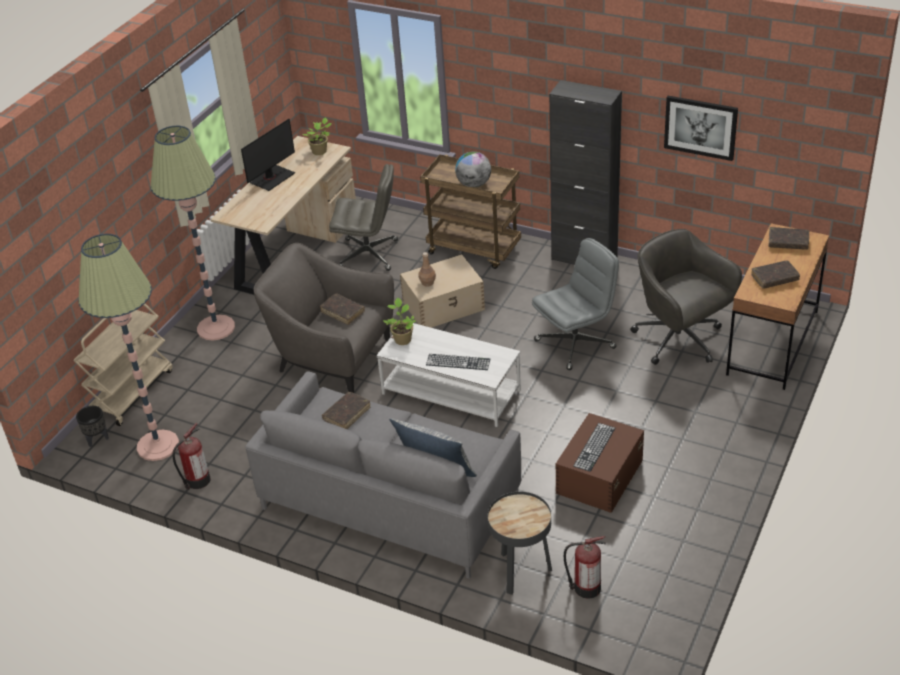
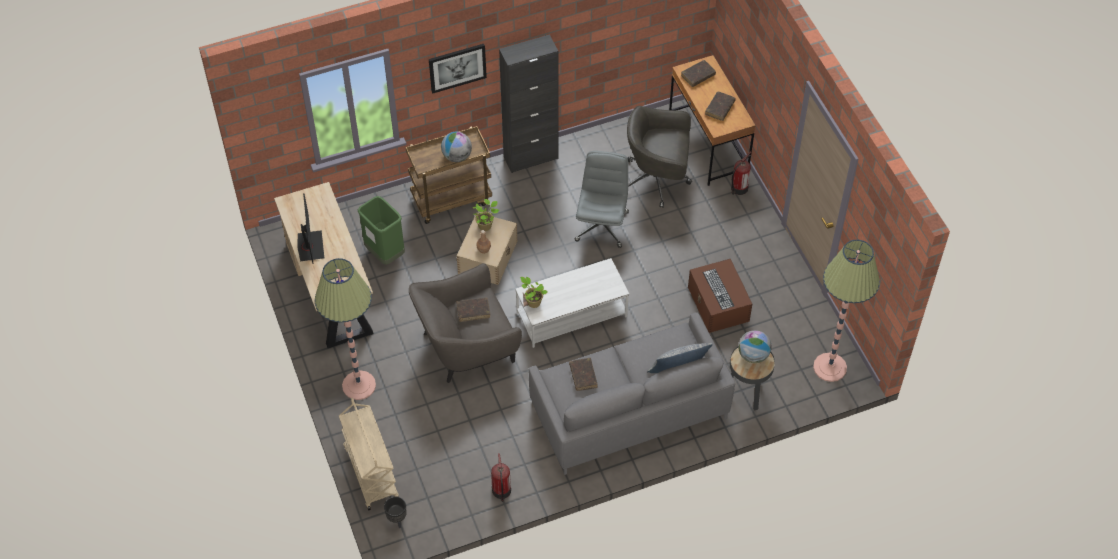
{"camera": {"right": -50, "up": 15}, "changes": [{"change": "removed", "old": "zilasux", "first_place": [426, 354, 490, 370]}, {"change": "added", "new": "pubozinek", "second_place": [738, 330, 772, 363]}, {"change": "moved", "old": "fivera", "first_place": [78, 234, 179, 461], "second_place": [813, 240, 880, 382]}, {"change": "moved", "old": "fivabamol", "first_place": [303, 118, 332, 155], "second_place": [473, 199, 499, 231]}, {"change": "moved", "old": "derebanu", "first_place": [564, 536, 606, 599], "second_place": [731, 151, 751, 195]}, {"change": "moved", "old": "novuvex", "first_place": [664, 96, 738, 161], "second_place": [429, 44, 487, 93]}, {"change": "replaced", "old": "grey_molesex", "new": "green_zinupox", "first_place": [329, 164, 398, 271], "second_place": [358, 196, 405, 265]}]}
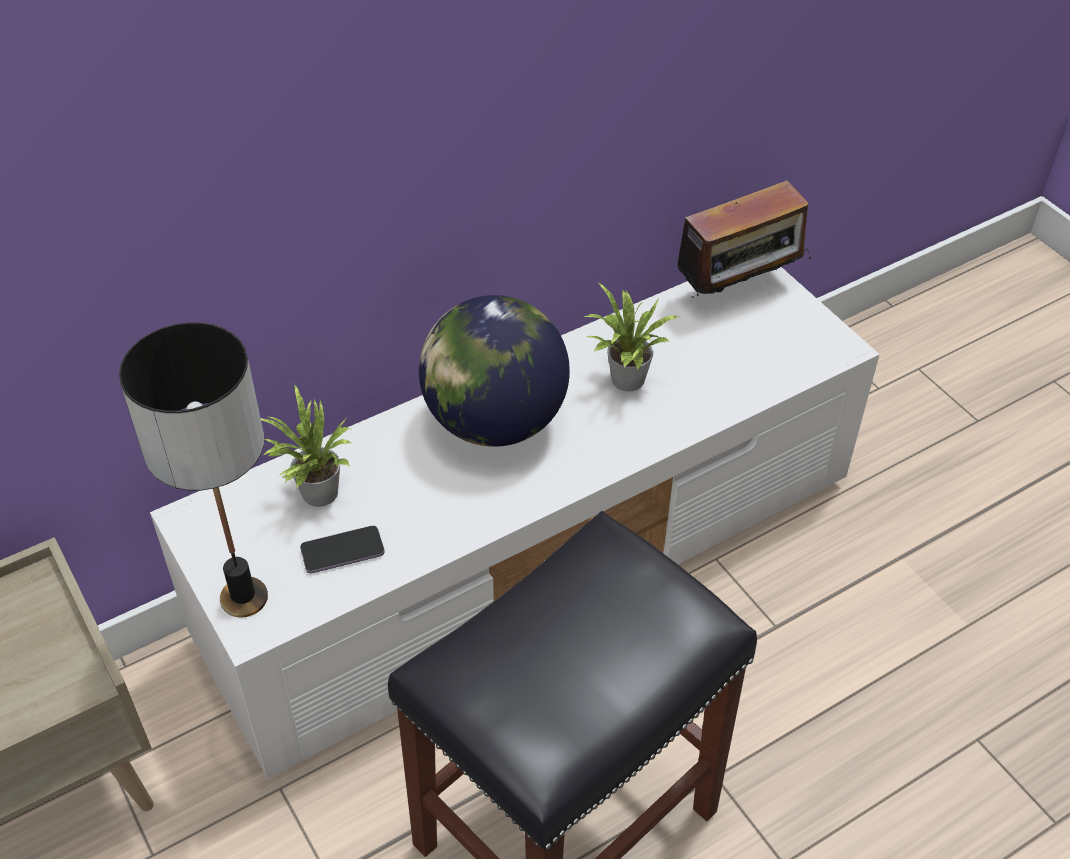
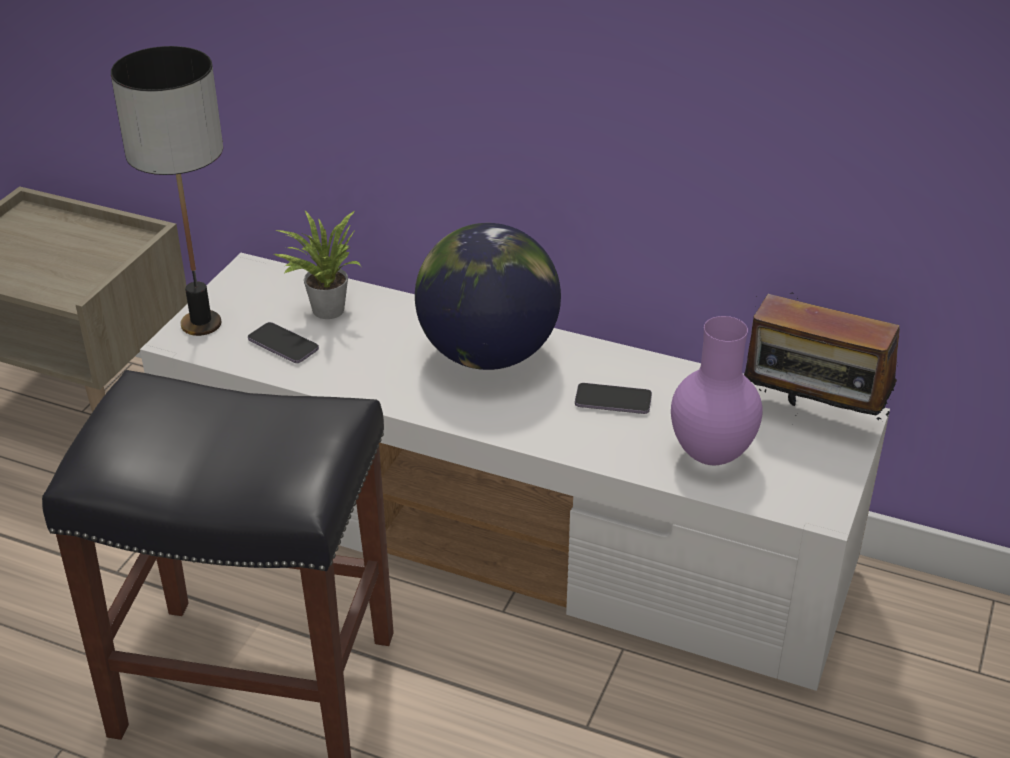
{"camera": {"right": 55, "up": -10}, "changes": [{"change": "added", "new": "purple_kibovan", "second_place": [671, 316, 763, 465]}, {"change": "replaced", "old": "fivabamol", "new": "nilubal", "first_place": [584, 283, 679, 392], "second_place": [575, 383, 652, 414]}]}
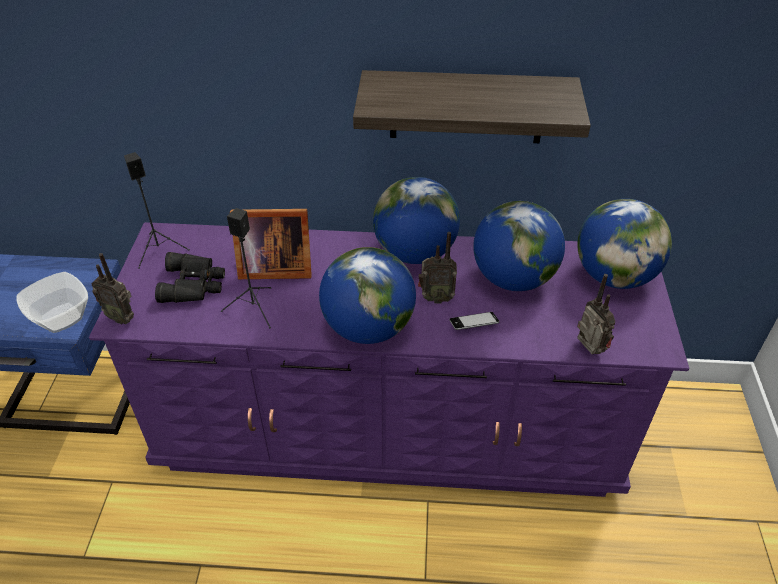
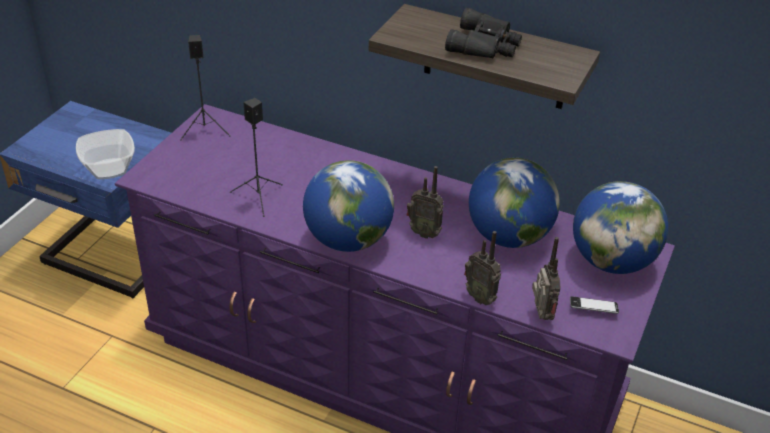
{"camera": {"right": 20, "up": -5}, "changes": [{"change": "removed", "old": "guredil", "first_place": [230, 209, 312, 279]}, {"change": "removed", "old": "pubozinek", "first_place": [373, 177, 460, 264]}, {"change": "moved", "old": "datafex", "first_place": [91, 253, 134, 324], "second_place": [464, 231, 501, 305]}, {"change": "moved", "old": "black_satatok", "first_place": [155, 252, 225, 303], "second_place": [445, 8, 522, 58]}, {"change": "moved", "old": "nilubal", "first_place": [449, 312, 499, 330], "second_place": [570, 296, 619, 314]}]}
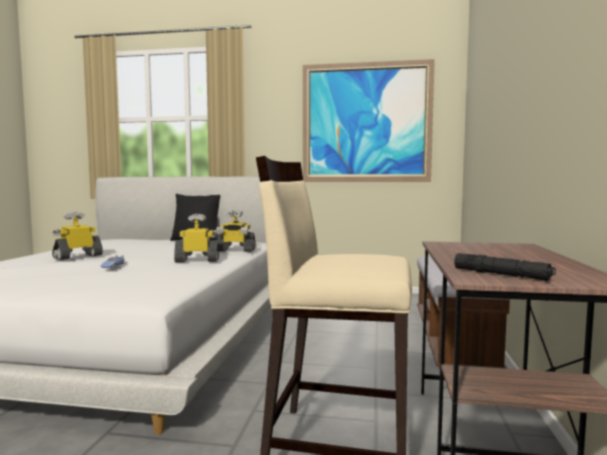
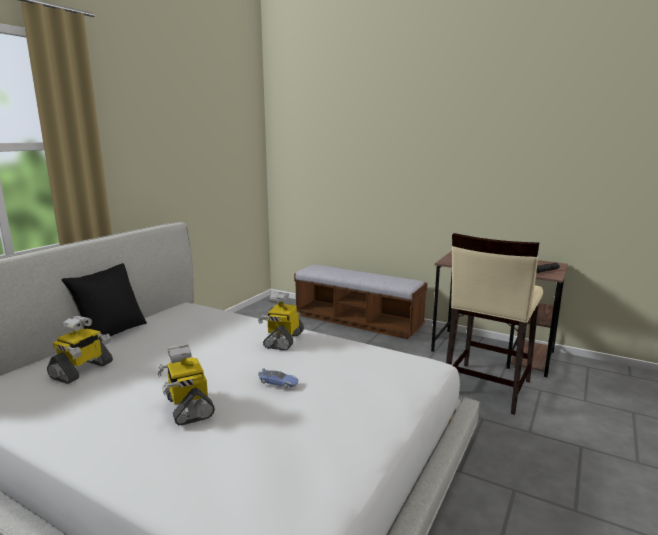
{"camera": {"right": -70, "up": 10}, "changes": [{"change": "removed", "old": "novuvex", "first_place": [303, 59, 435, 182]}, {"change": "moved", "old": "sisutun", "first_place": [216, 210, 256, 252], "second_place": [47, 316, 113, 384]}]}
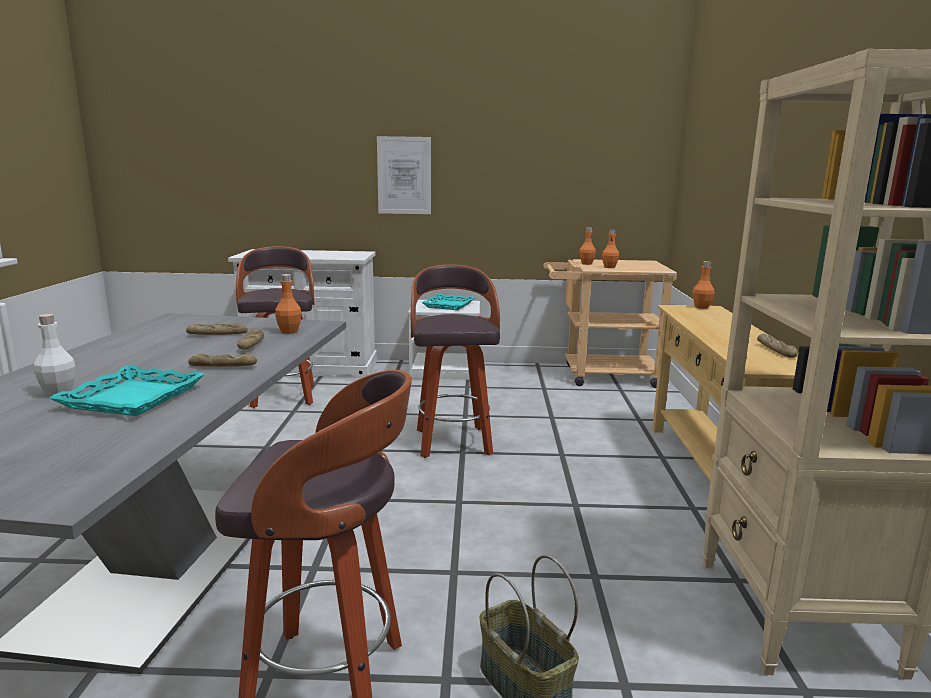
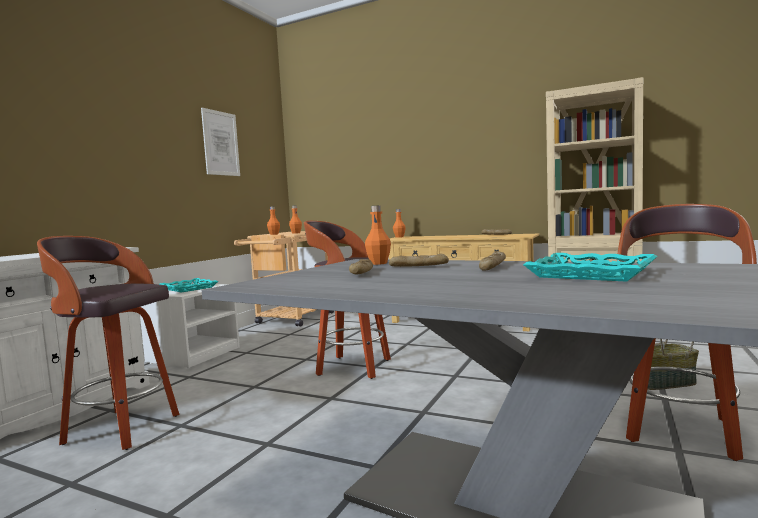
{"camera": {"right": -65, "up": -10}, "changes": [{"change": "removed", "old": "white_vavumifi", "first_place": [34, 314, 75, 396]}, {"change": "moved", "old": "novuvex", "first_place": [377, 136, 431, 214], "second_place": [201, 108, 240, 176]}]}
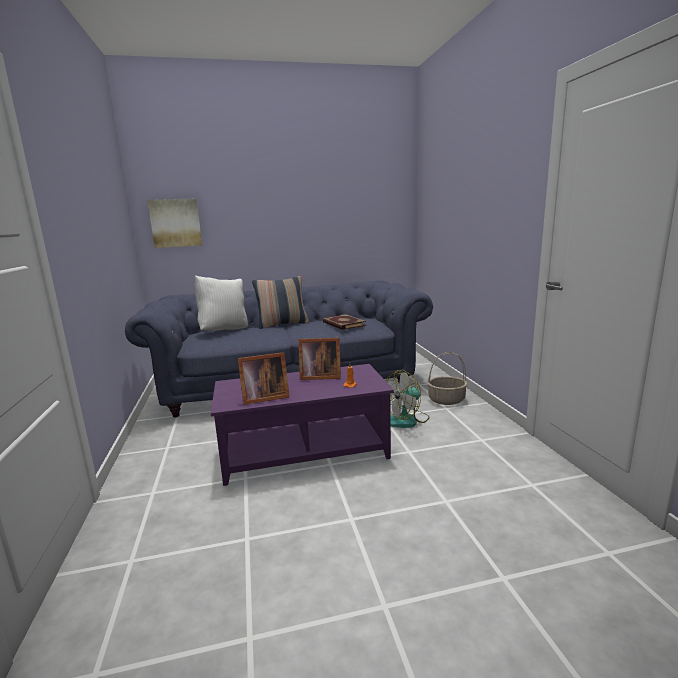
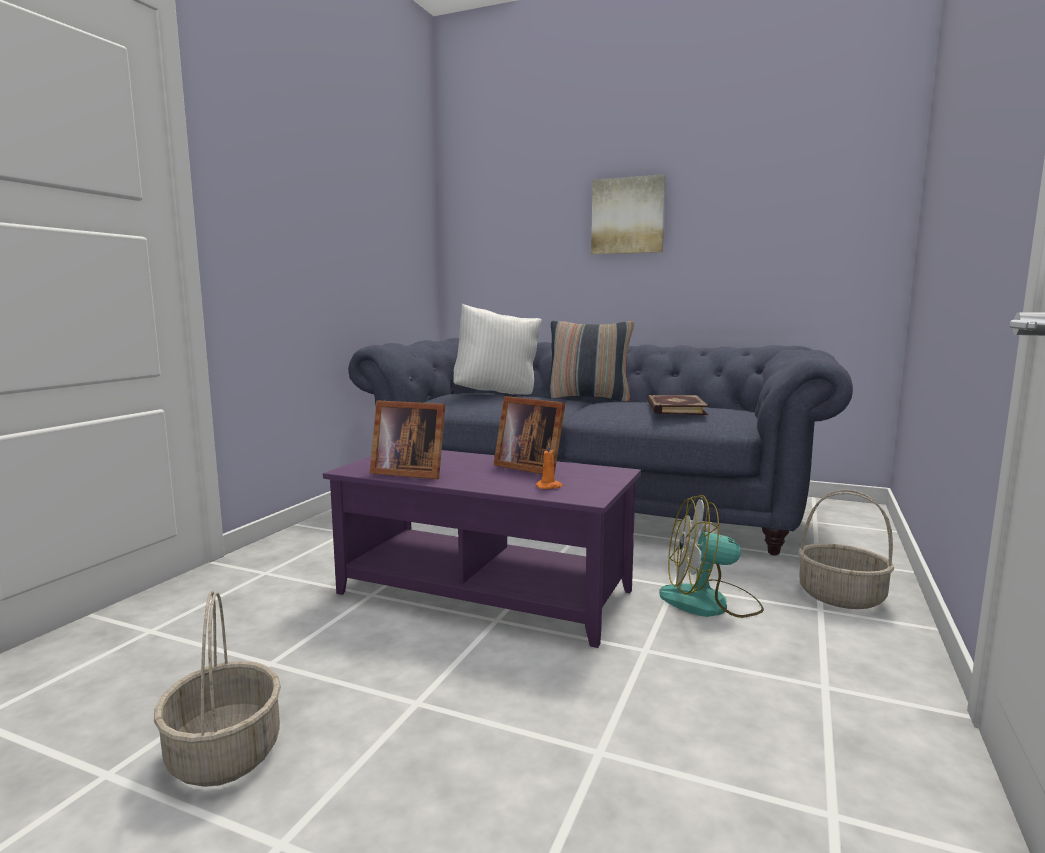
{"camera": {"right": 35, "up": -5}, "changes": [{"change": "added", "new": "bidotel", "second_place": [154, 591, 281, 787]}, {"change": "moved", "old": "novuvex", "first_place": [147, 199, 202, 248], "second_place": [591, 174, 666, 254]}]}
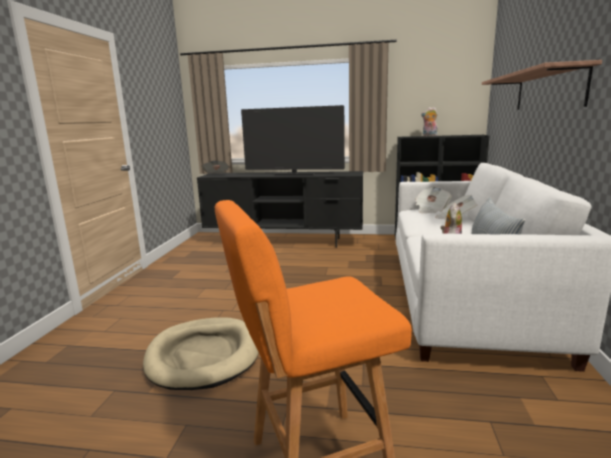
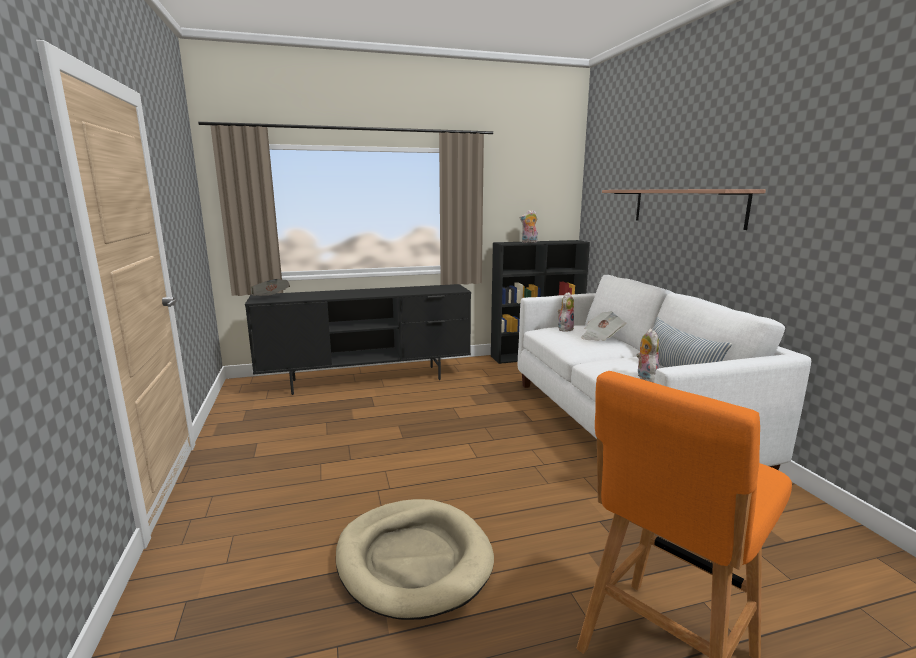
{"camera": {"right": -25, "up": 0}, "changes": [{"change": "removed", "old": "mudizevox", "first_place": [241, 105, 345, 175]}, {"change": "replaced", "old": "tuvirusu", "new": "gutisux", "first_place": [415, 187, 452, 214], "second_place": [558, 292, 574, 332]}]}
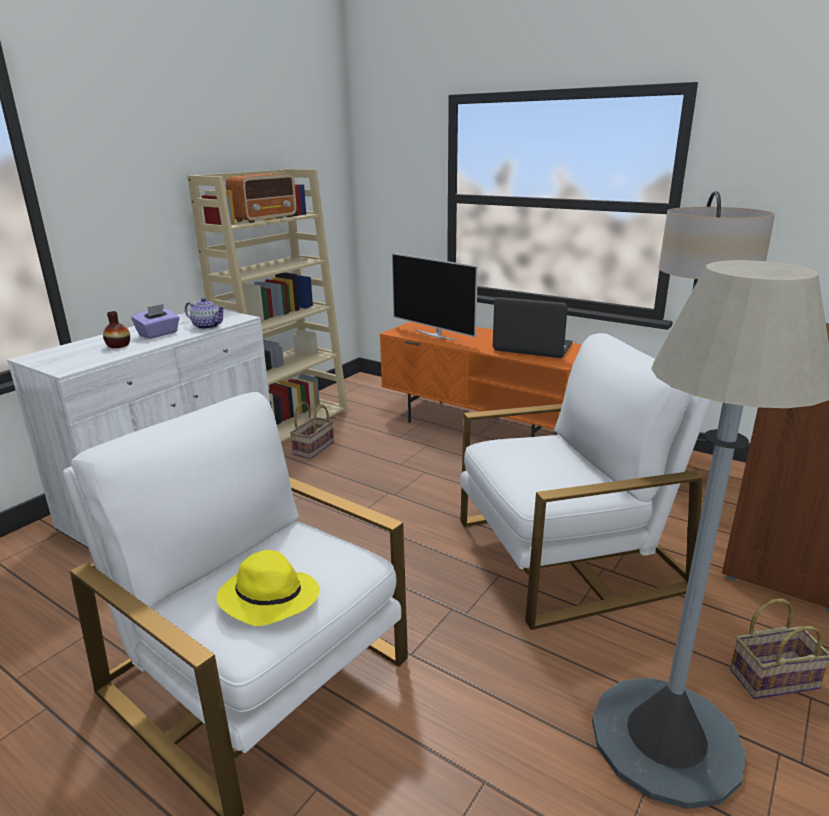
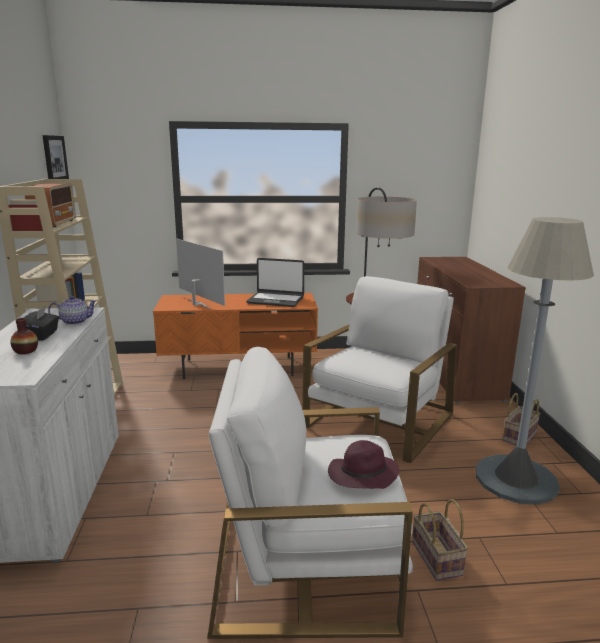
{"camera": {"right": -40, "up": -5}, "changes": [{"change": "added", "new": "novuvex", "second_place": [42, 135, 69, 179]}, {"change": "moved", "old": "bidotel", "first_place": [290, 402, 334, 459], "second_place": [412, 499, 468, 580]}, {"change": "recoloured", "old": "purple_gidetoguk", "new": "black_gidetoguk", "first_place": [132, 304, 180, 339], "second_place": [24, 306, 59, 340]}, {"change": "recoloured", "old": "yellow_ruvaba", "new": "purple_ruvaba", "first_place": [217, 550, 320, 626], "second_place": [328, 440, 400, 489]}, {"change": "turned", "old": "mudizevox", "first_place": [392, 253, 478, 341], "second_place": [176, 238, 225, 309], "degrees": -135}, {"change": "turned", "old": "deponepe", "first_place": [493, 297, 573, 358], "second_place": [246, 258, 304, 307], "degrees": -150}]}
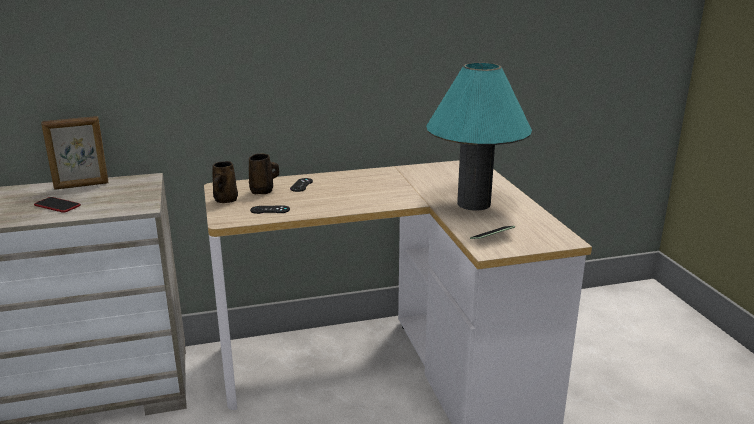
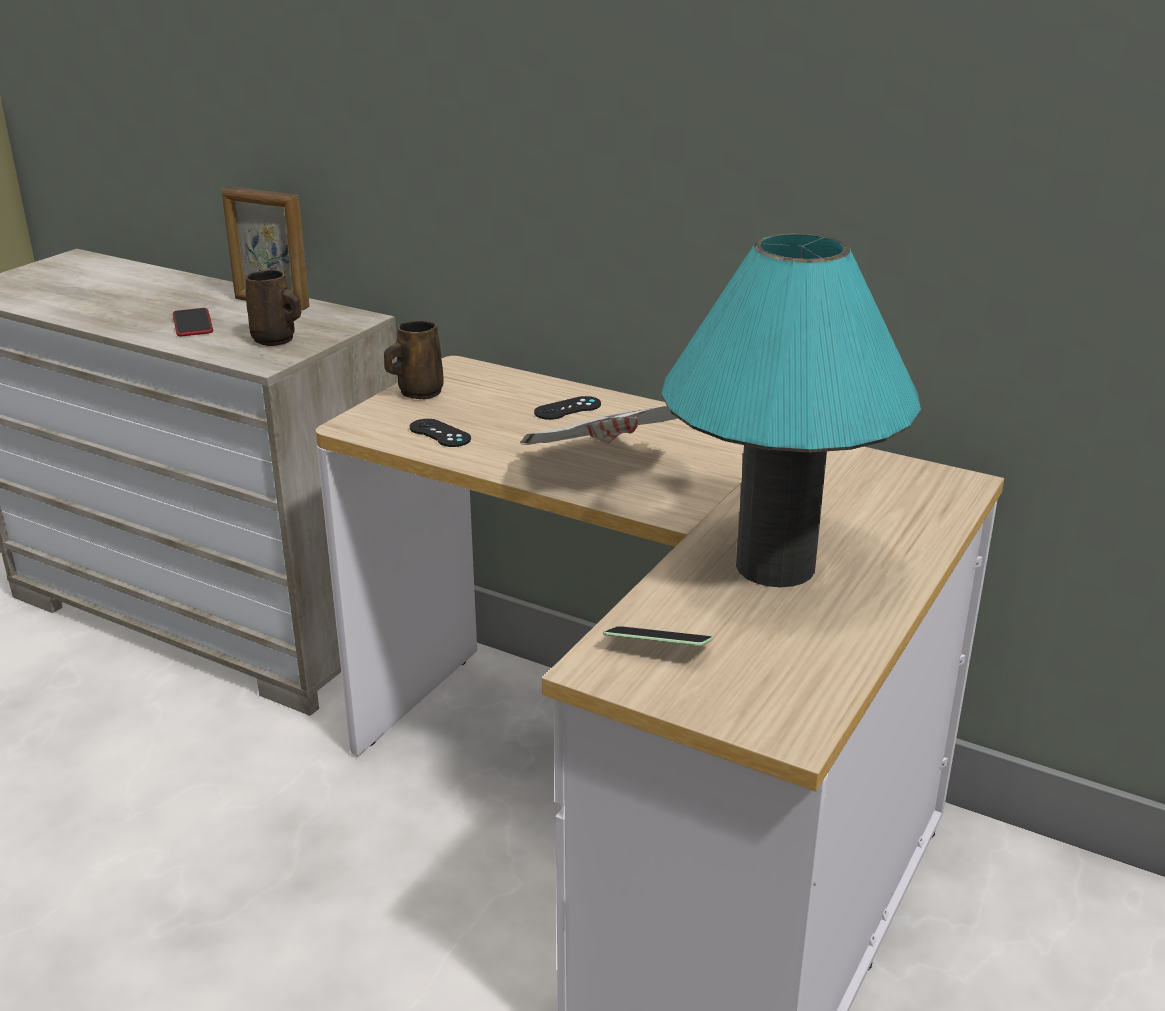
{"camera": {"right": 45, "up": 5}, "changes": [{"change": "added", "new": "tuvirusu", "second_place": [520, 406, 678, 445]}, {"change": "moved", "old": "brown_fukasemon", "first_place": [249, 154, 279, 195], "second_place": [245, 269, 301, 346]}]}
